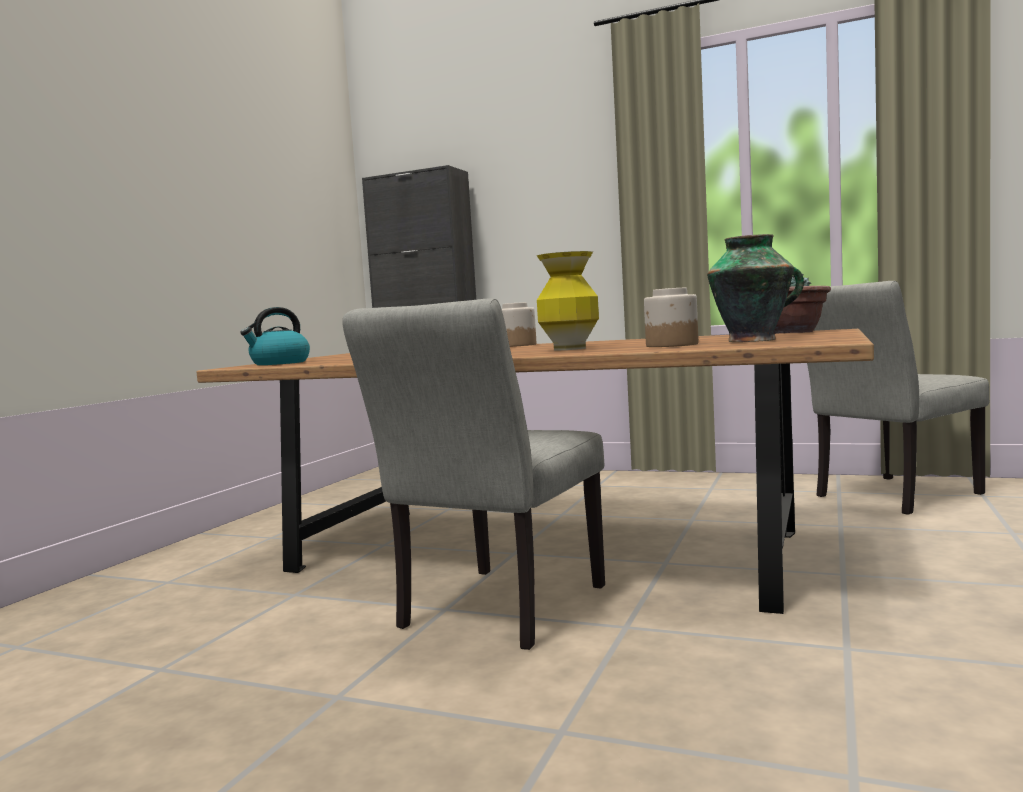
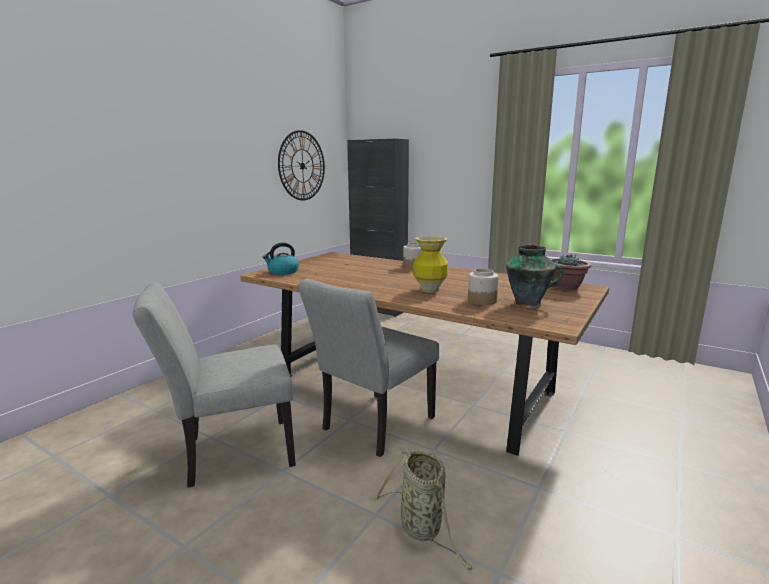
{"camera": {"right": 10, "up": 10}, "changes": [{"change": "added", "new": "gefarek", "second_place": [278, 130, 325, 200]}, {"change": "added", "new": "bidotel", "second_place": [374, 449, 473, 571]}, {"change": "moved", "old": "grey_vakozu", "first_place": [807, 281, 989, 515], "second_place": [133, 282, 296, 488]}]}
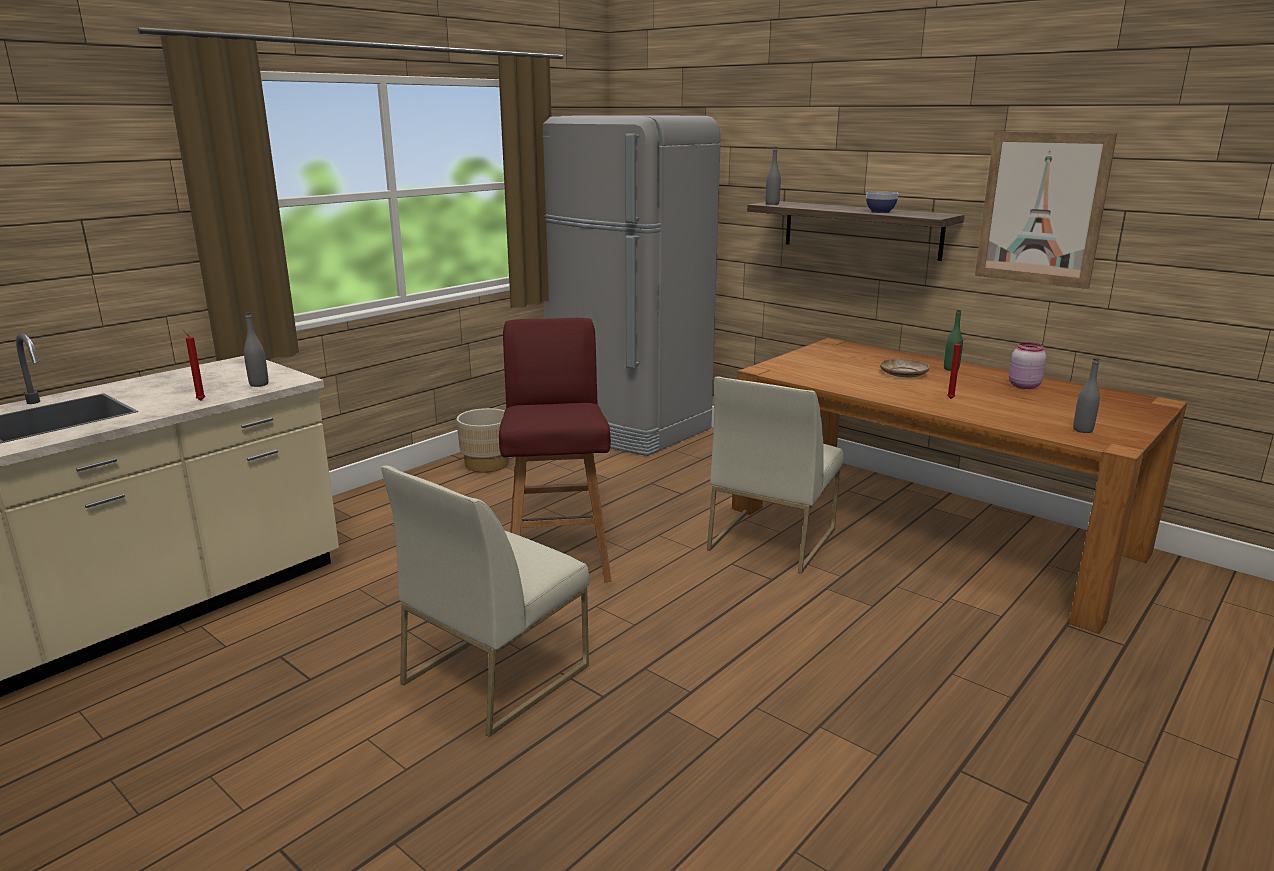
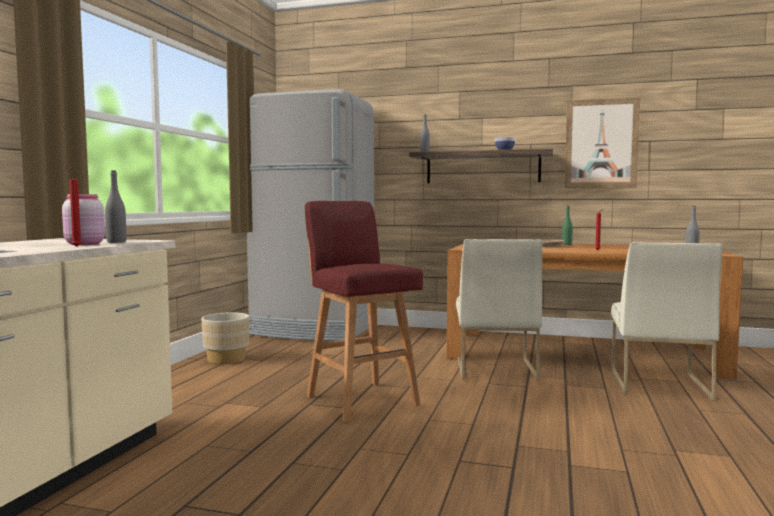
{"camera": {"right": -25, "up": -15}, "changes": [{"change": "moved", "old": "white_vakozu", "first_place": [381, 466, 589, 737], "second_place": [611, 242, 722, 401]}, {"change": "moved", "old": "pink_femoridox", "first_place": [1009, 342, 1046, 389], "second_place": [62, 194, 105, 245]}]}
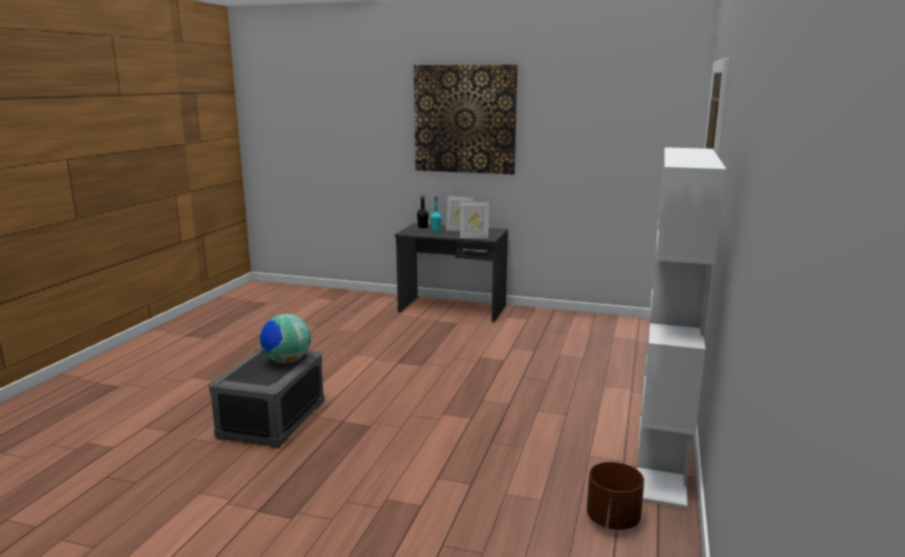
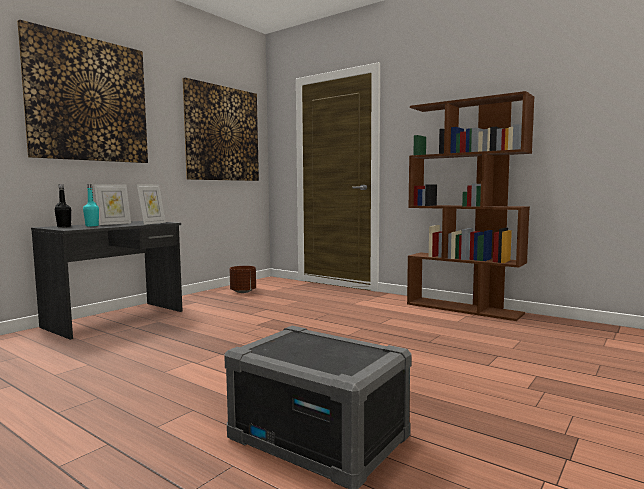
{"camera": {"right": -70, "up": -10}, "changes": [{"change": "removed", "old": "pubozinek", "first_place": [260, 314, 311, 363]}, {"change": "added", "new": "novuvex", "second_place": [182, 77, 259, 181]}, {"change": "moved", "old": "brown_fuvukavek", "first_place": [587, 462, 644, 530], "second_place": [229, 266, 256, 293]}, {"change": "recoloured", "old": "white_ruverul", "new": "brown_ruverul", "first_place": [637, 147, 727, 509], "second_place": [407, 91, 535, 321]}]}
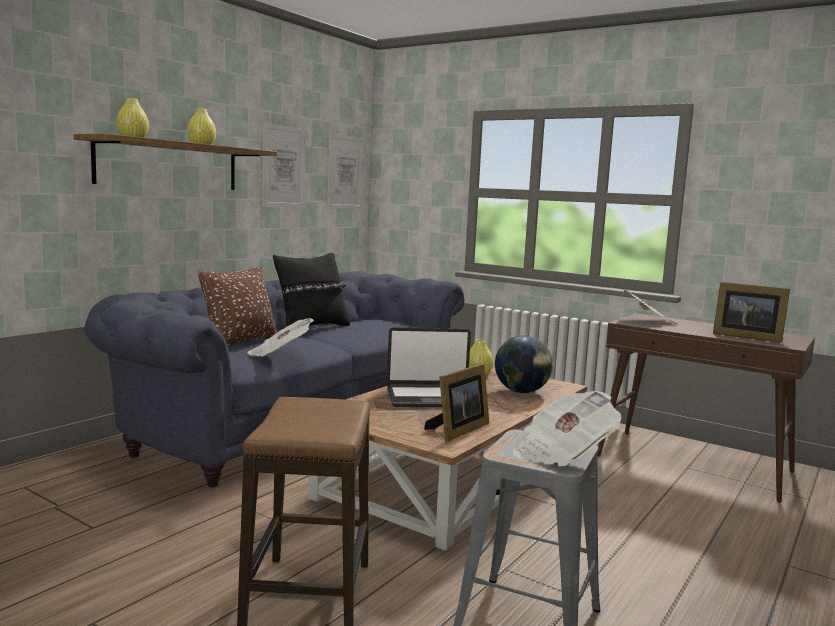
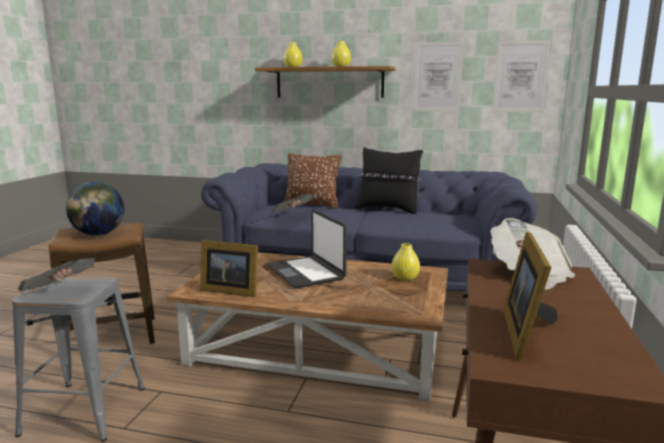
{"camera": {"right": 70, "up": 5}, "changes": [{"change": "moved", "old": "pubozinek", "first_place": [495, 335, 553, 393], "second_place": [66, 182, 124, 236]}]}
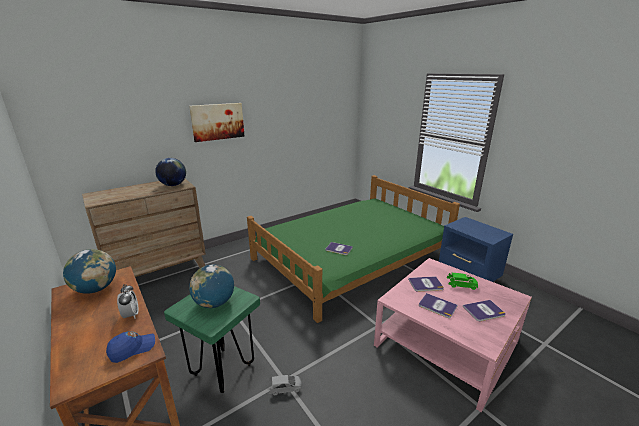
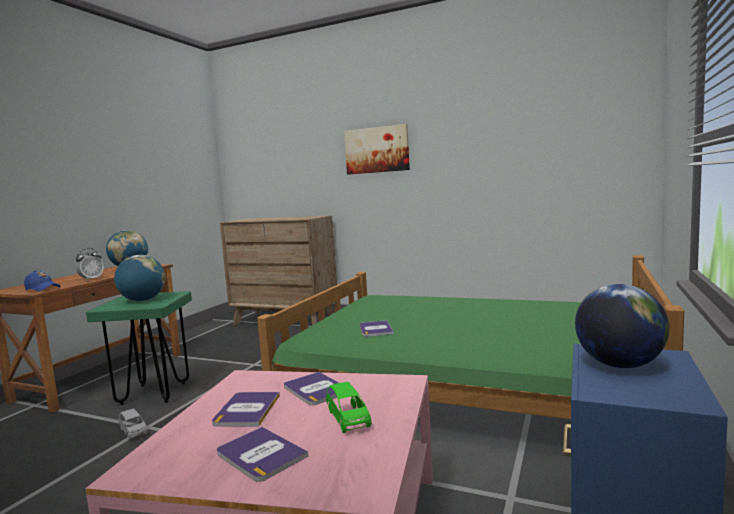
{"camera": {"right": 60, "up": -15}, "changes": [{"change": "moved", "old": "pubozinek", "first_place": [155, 158, 186, 186], "second_place": [575, 284, 669, 368]}]}
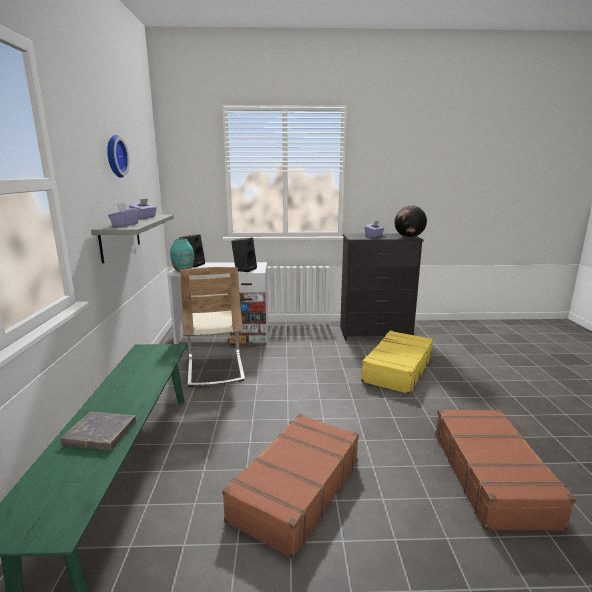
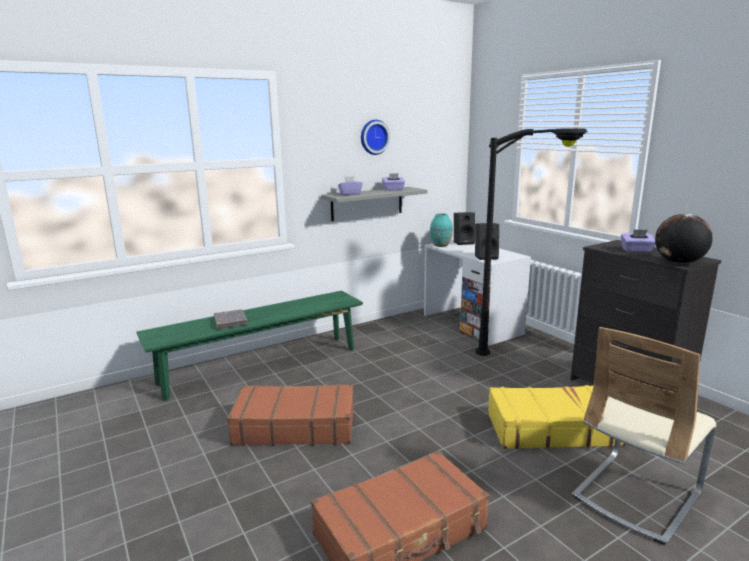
{"camera": {"right": 60, "up": 0}, "changes": [{"change": "added", "new": "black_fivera", "second_place": [476, 128, 588, 356]}, {"change": "moved", "old": "beige_vakozu", "first_place": [180, 267, 245, 387], "second_place": [572, 327, 716, 545]}]}
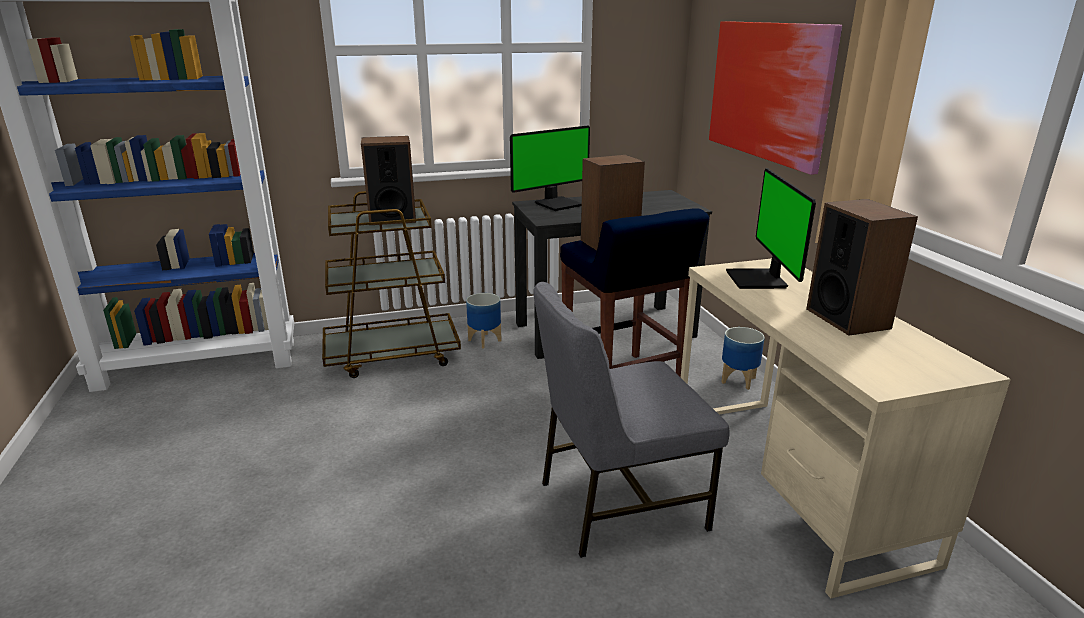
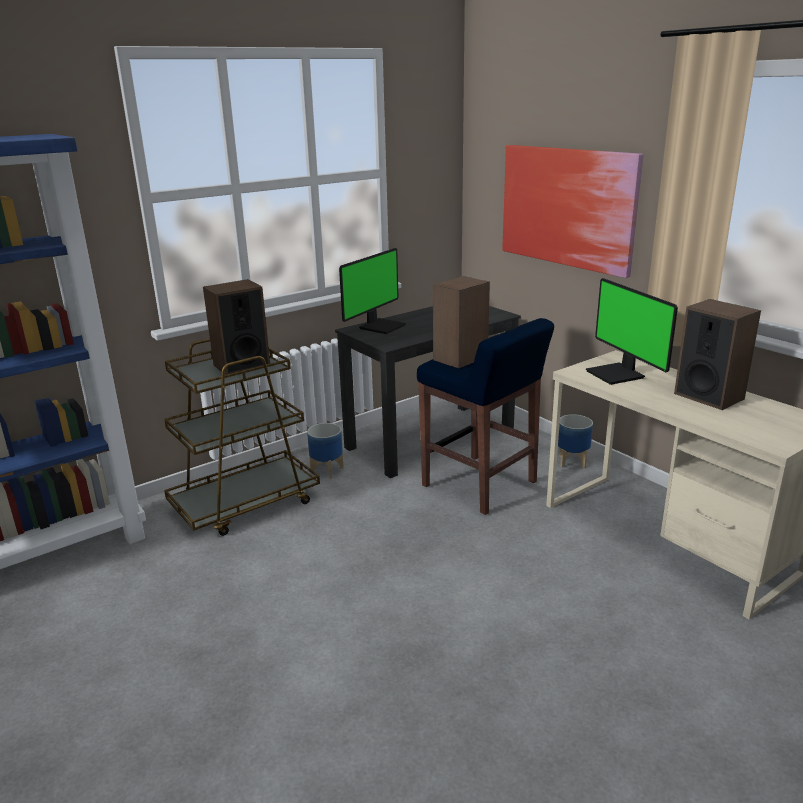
{"camera": {"right": -20, "up": 0}, "changes": [{"change": "removed", "old": "grey_vakozu", "first_place": [534, 282, 729, 558]}]}
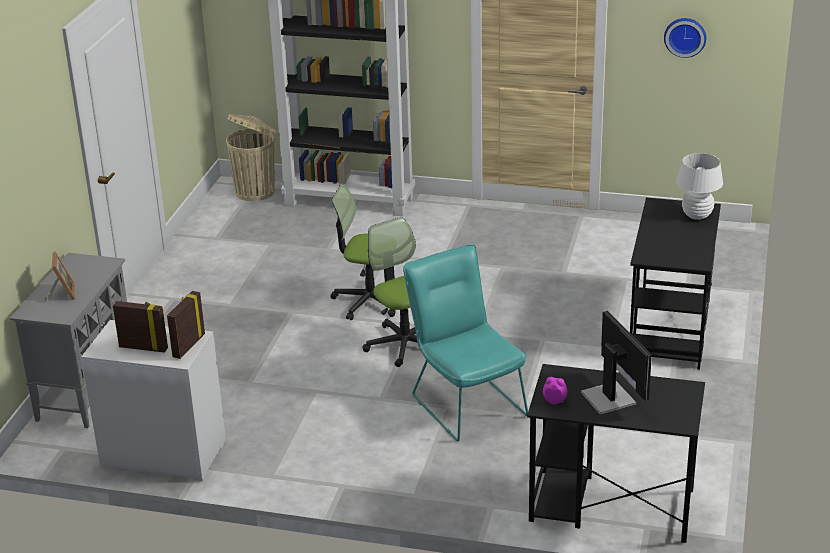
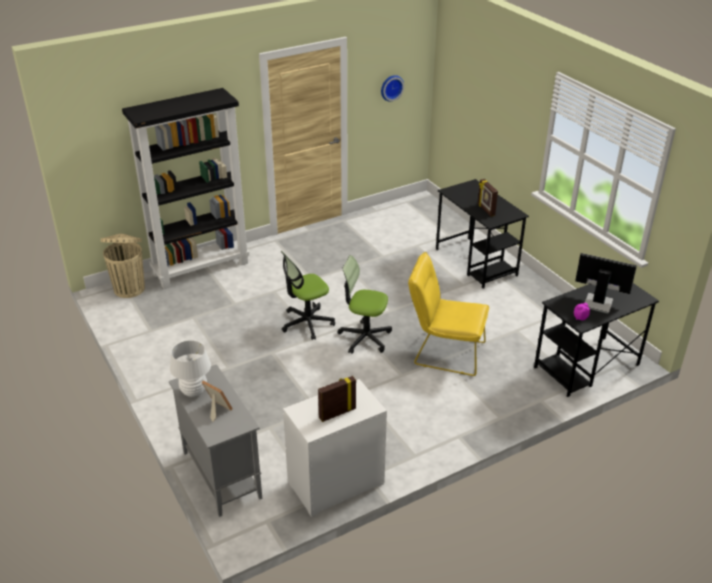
{"camera": {"right": -45, "up": 5}, "changes": [{"change": "moved", "old": "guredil", "first_place": [167, 291, 205, 359], "second_place": [478, 179, 498, 216]}, {"change": "moved", "old": "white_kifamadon", "first_place": [676, 153, 723, 220], "second_place": [170, 340, 211, 397]}, {"change": "recoloured", "old": "turquoise_vakozu", "new": "yellow_vakozu", "first_place": [403, 244, 528, 441], "second_place": [408, 252, 489, 376]}]}
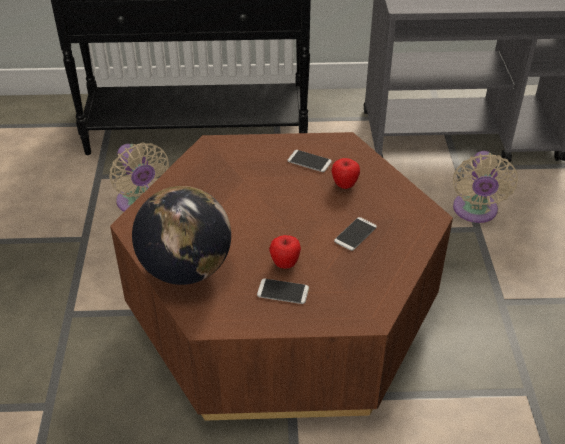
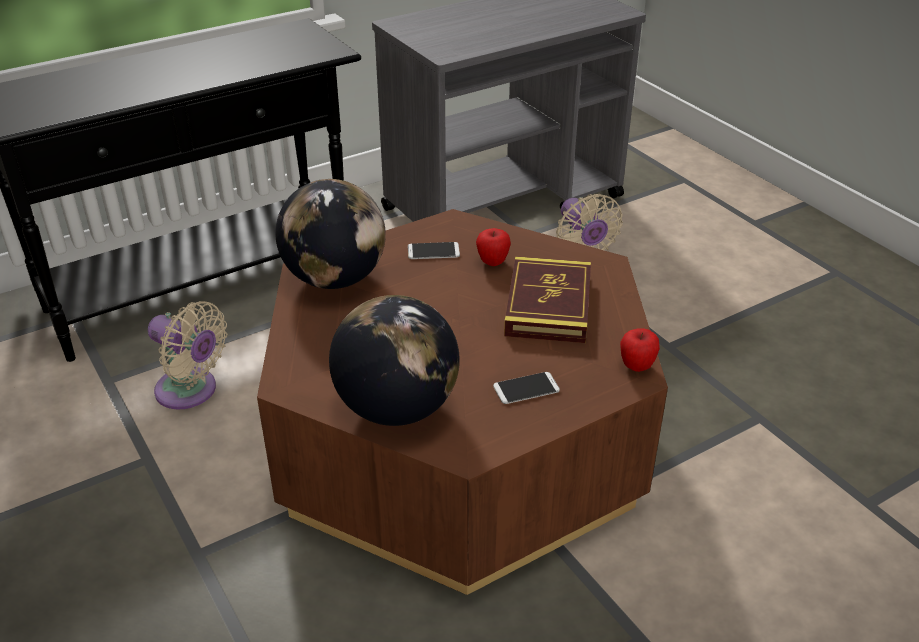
{"camera": {"right": -30, "up": -5}, "changes": [{"change": "added", "new": "pubozinek", "second_place": [275, 179, 386, 289]}, {"change": "moved", "old": "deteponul", "first_place": [269, 235, 301, 269], "second_place": [620, 328, 660, 372]}, {"change": "replaced", "old": "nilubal", "new": "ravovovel", "first_place": [334, 217, 377, 251], "second_place": [504, 256, 591, 343]}]}
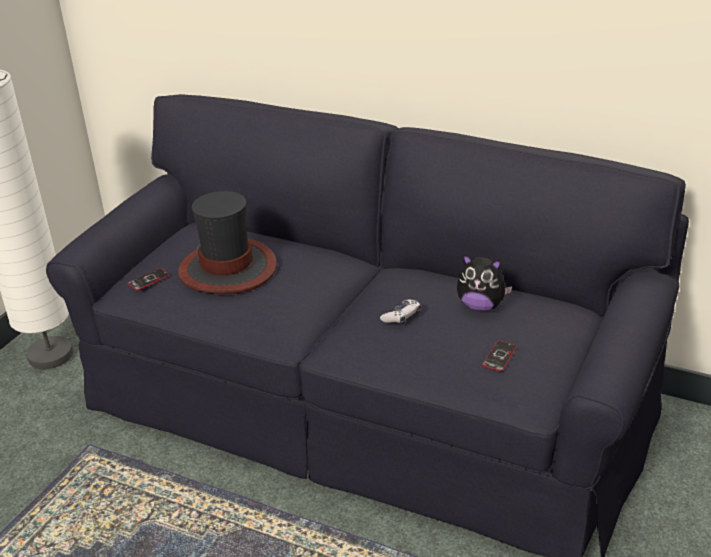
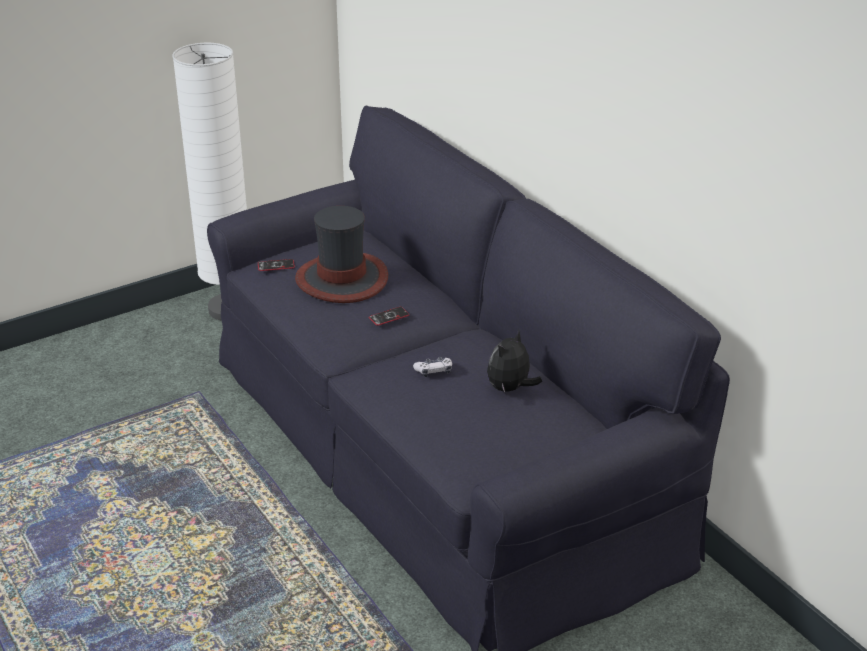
{"camera": {"right": 30, "up": 0}, "changes": [{"change": "moved", "old": "nilubal", "first_place": [482, 341, 517, 372], "second_place": [369, 306, 410, 326]}, {"change": "turned", "old": "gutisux", "first_place": [457, 254, 512, 311], "second_place": [487, 329, 542, 393], "degrees": 75}]}
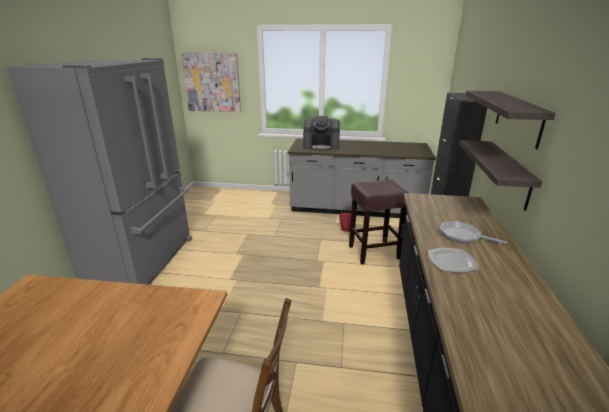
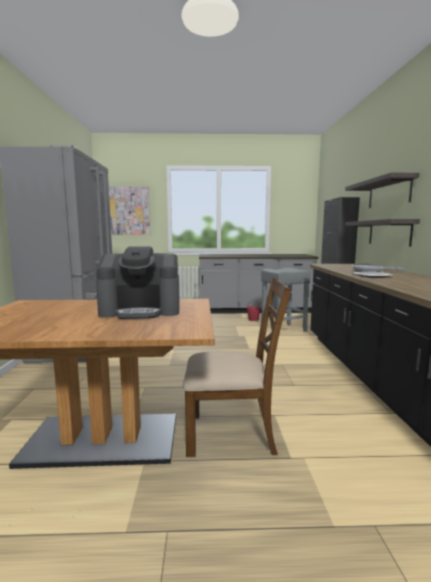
{"camera": {"right": -10, "up": -15}, "changes": [{"change": "moved", "old": "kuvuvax", "first_place": [303, 116, 340, 151], "second_place": [96, 246, 180, 319]}, {"change": "recoloured", "old": "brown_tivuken", "new": "grey_tivuken", "first_place": [349, 179, 408, 264], "second_place": [261, 268, 311, 335]}]}
